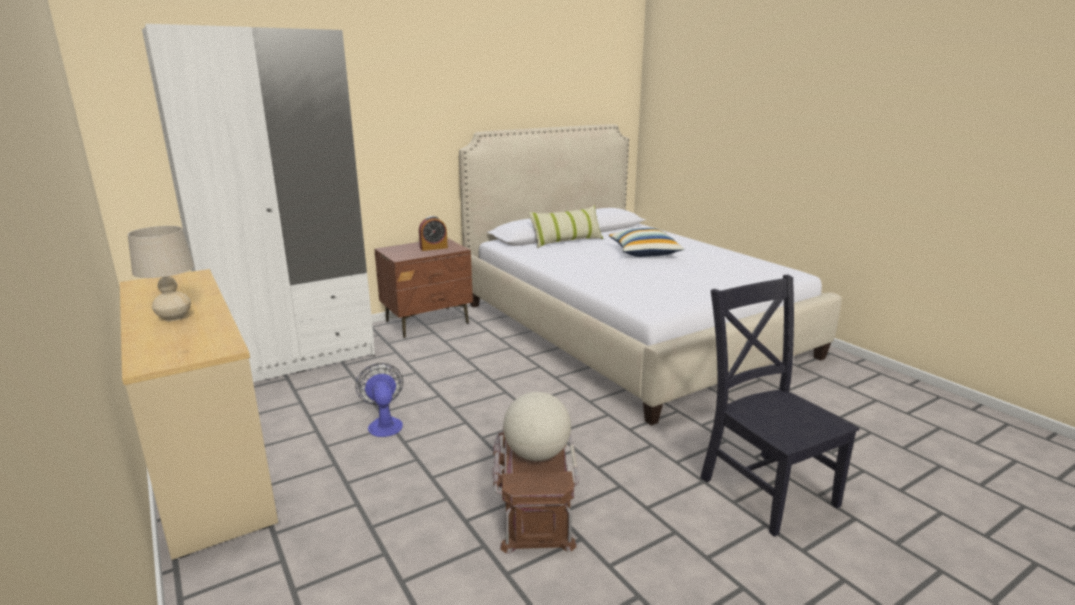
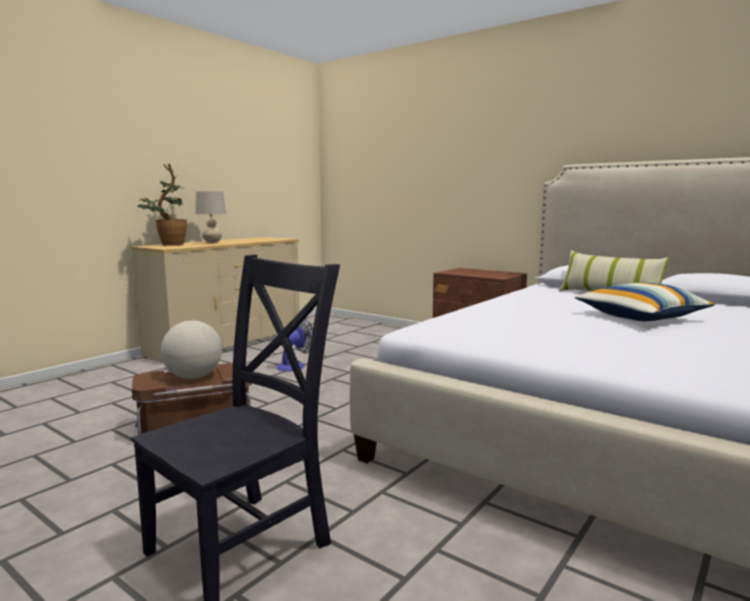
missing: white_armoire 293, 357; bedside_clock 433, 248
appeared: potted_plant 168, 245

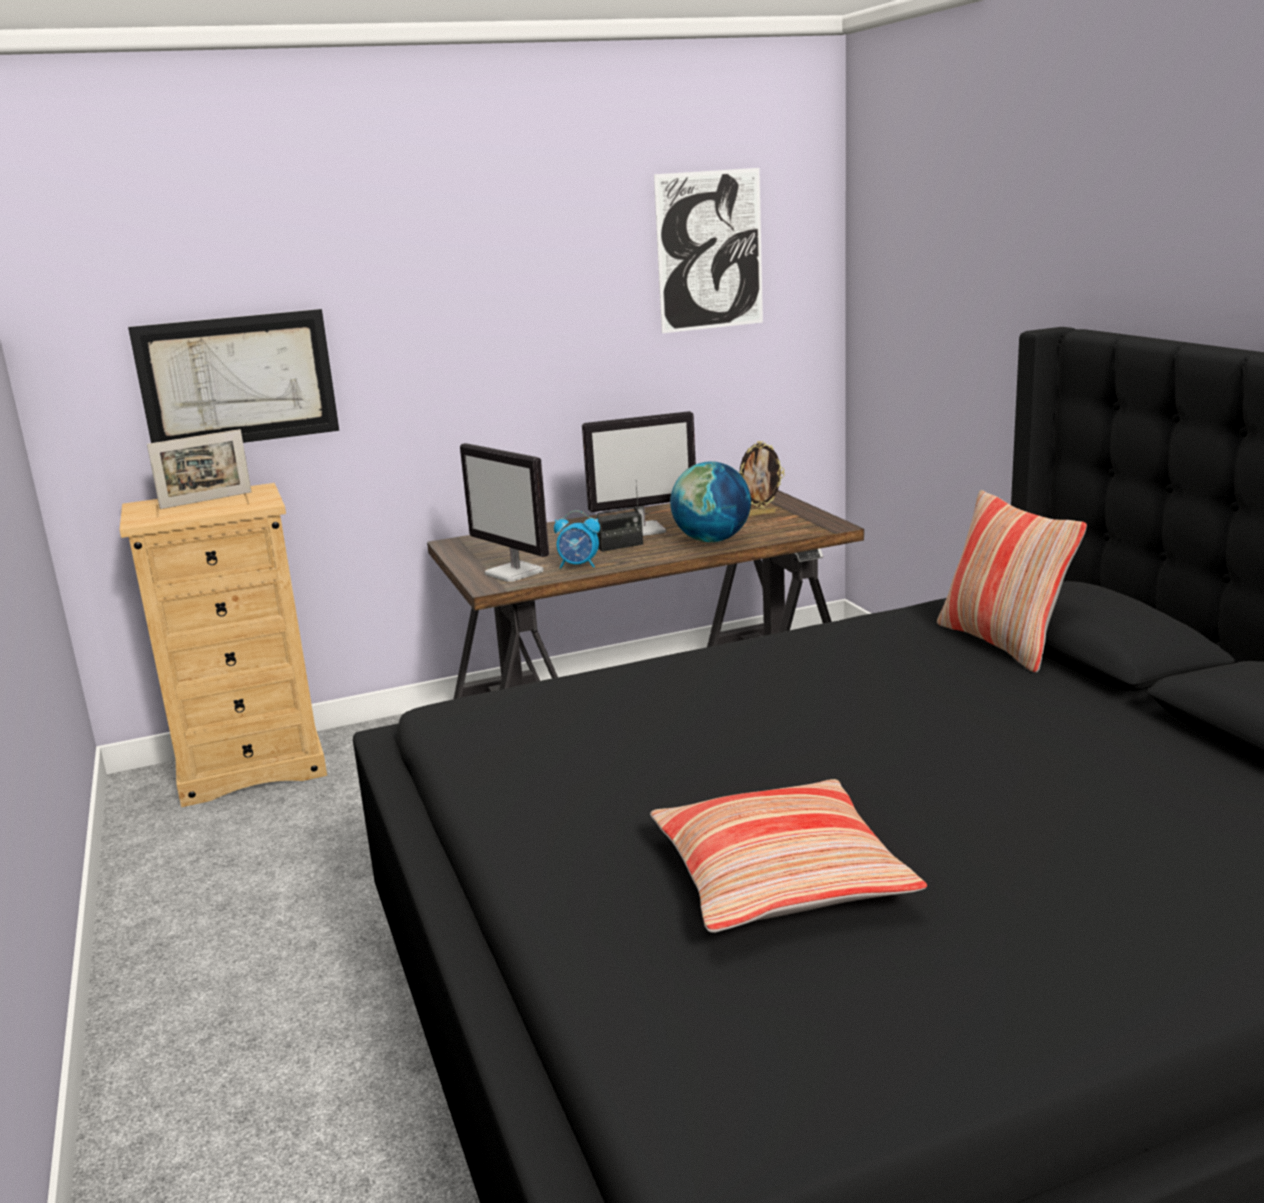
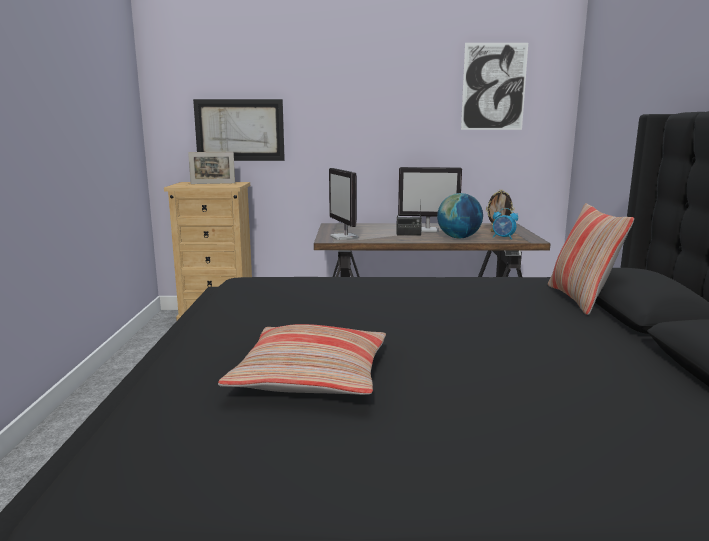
relocated: bedside_clock 579, 565 to 503, 238

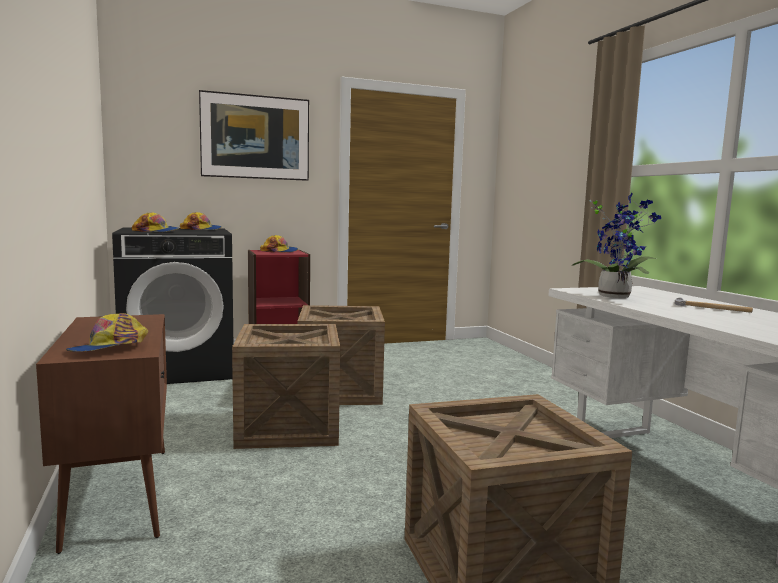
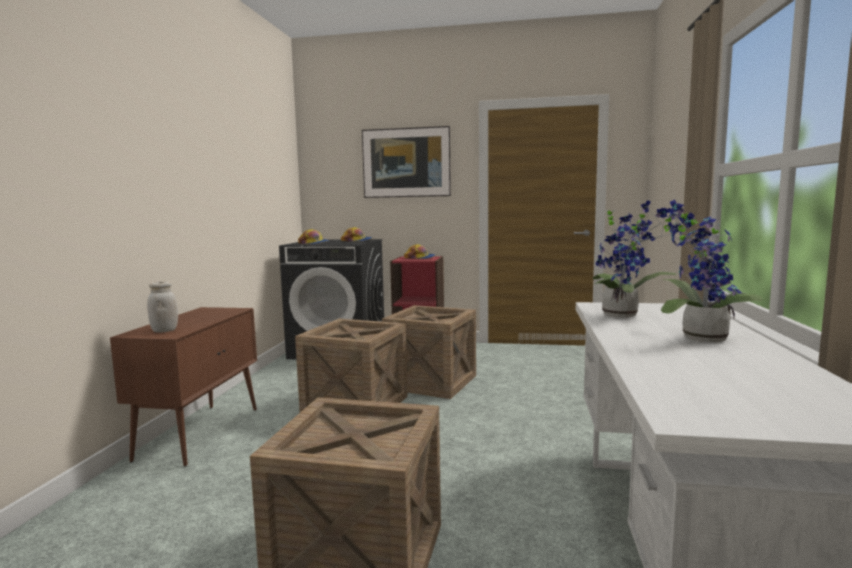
exchanged: cap 109, 348 to white_preserve_jar 164, 330; hand_hammer 711, 309 to potted_plant 698, 337

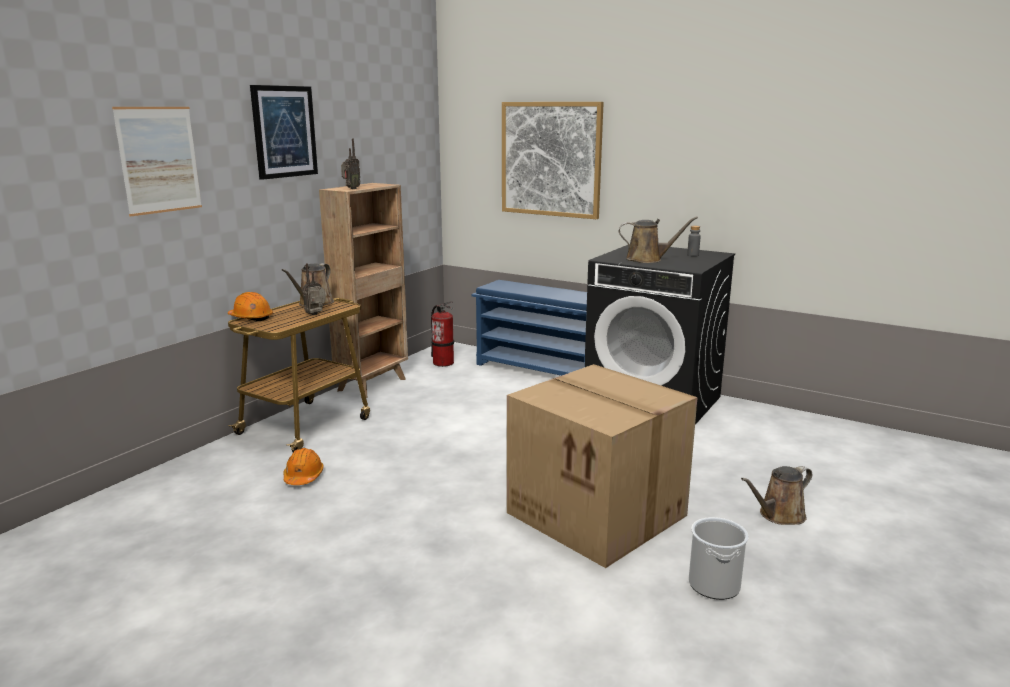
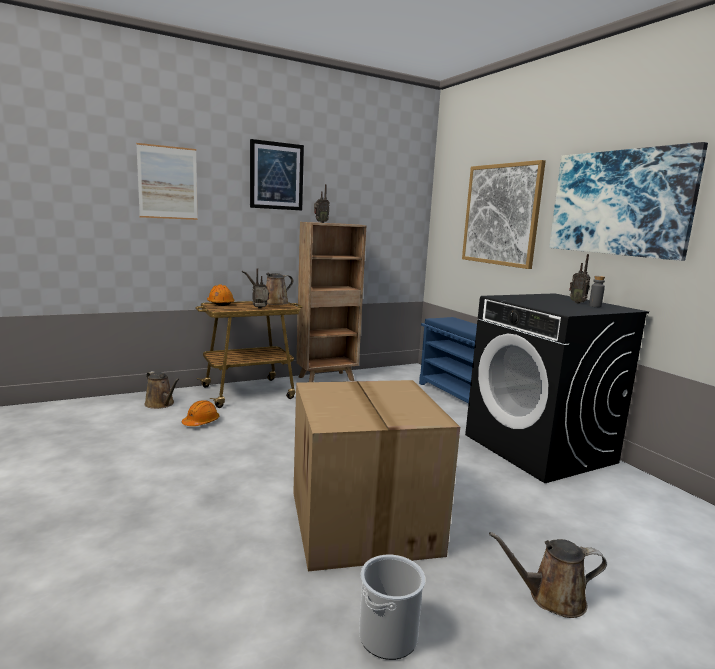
missing: fire-fighting_cylinder 443, 363
appeared: wall_picture 619, 203; radio 578, 302
relocated: brown-coloured_watering_pot 647, 259 to 161, 404

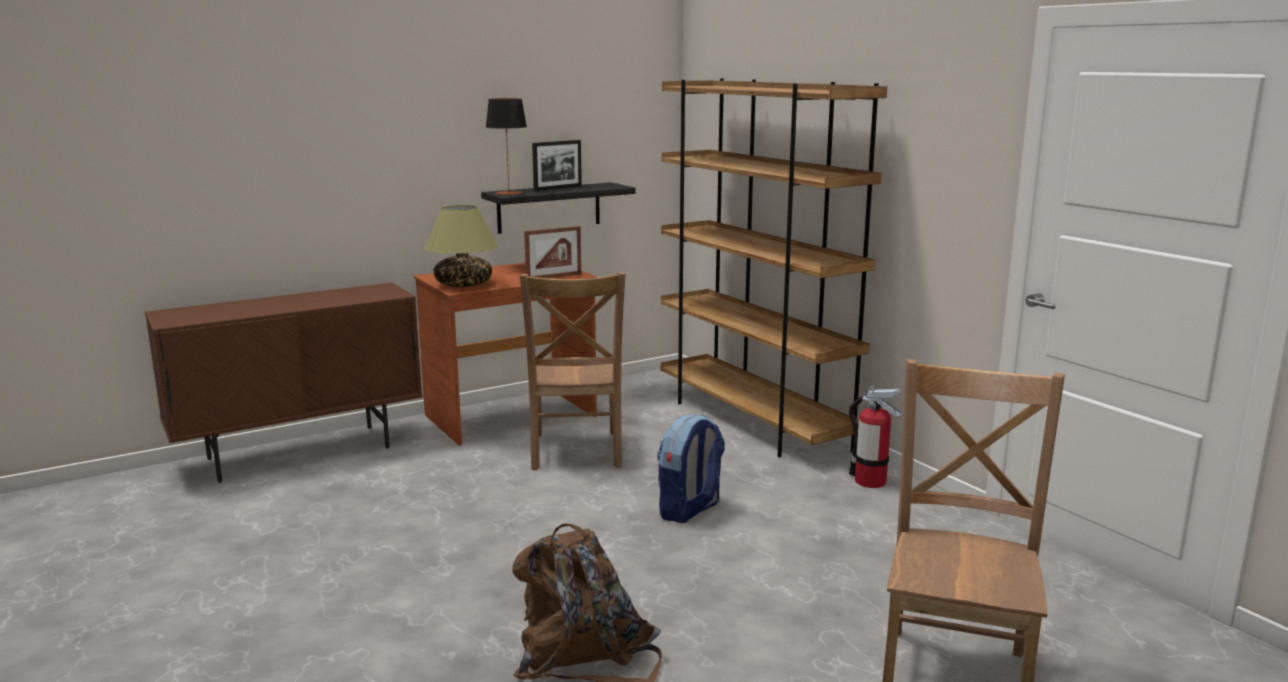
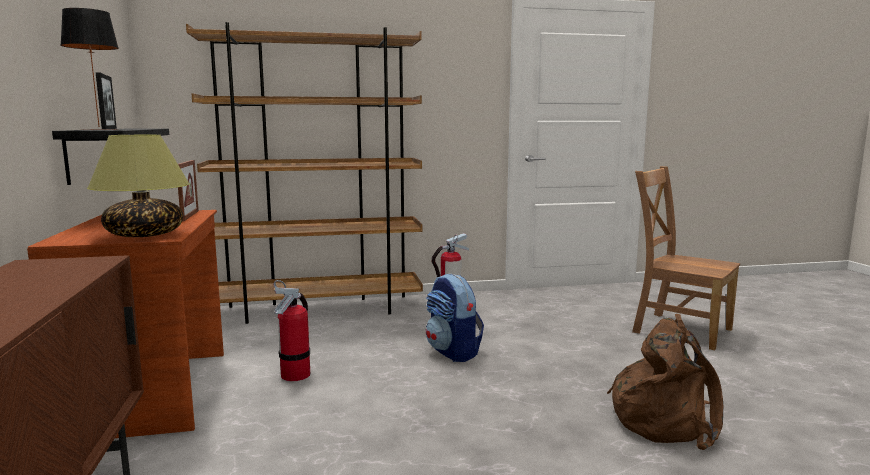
exchanged: brown-coloured_chair 575, 452 to fire-fighting_cylinder 295, 374

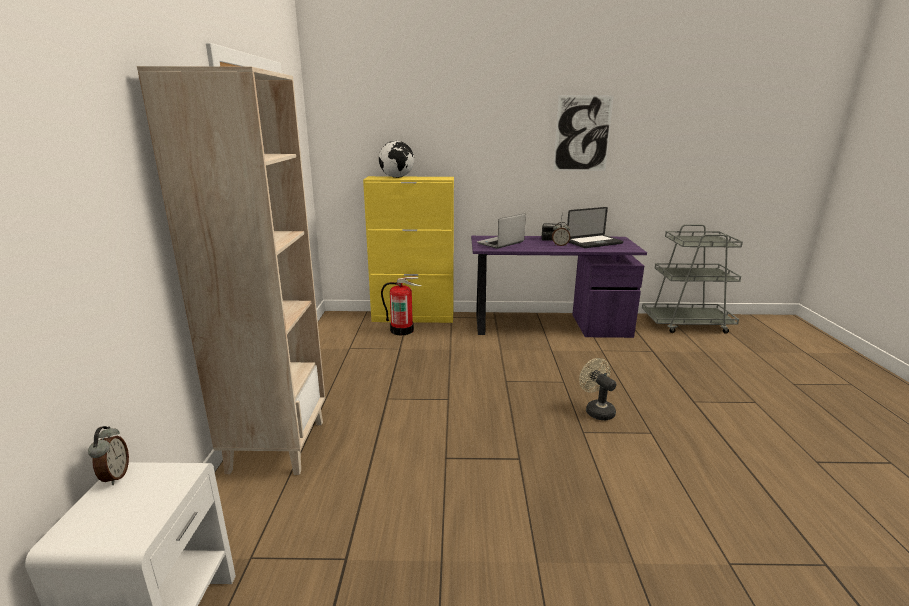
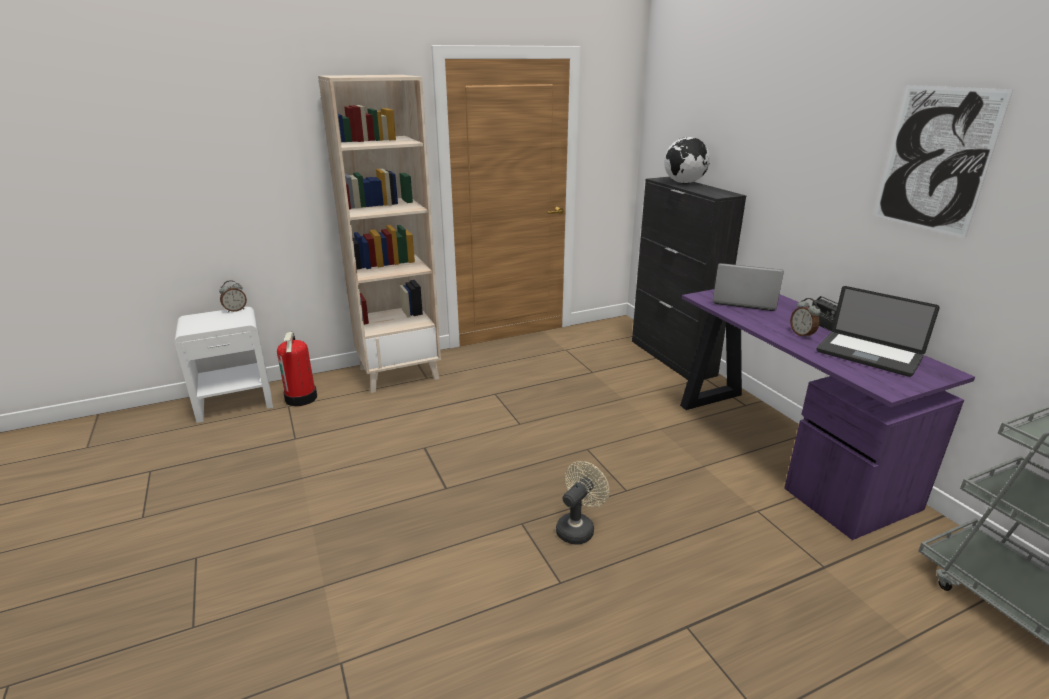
relocated: fire-fighting_cylinder 402, 330 to 301, 398
colour: yellow_cabinet 413, 317 to black-coloured_cabinet 672, 358

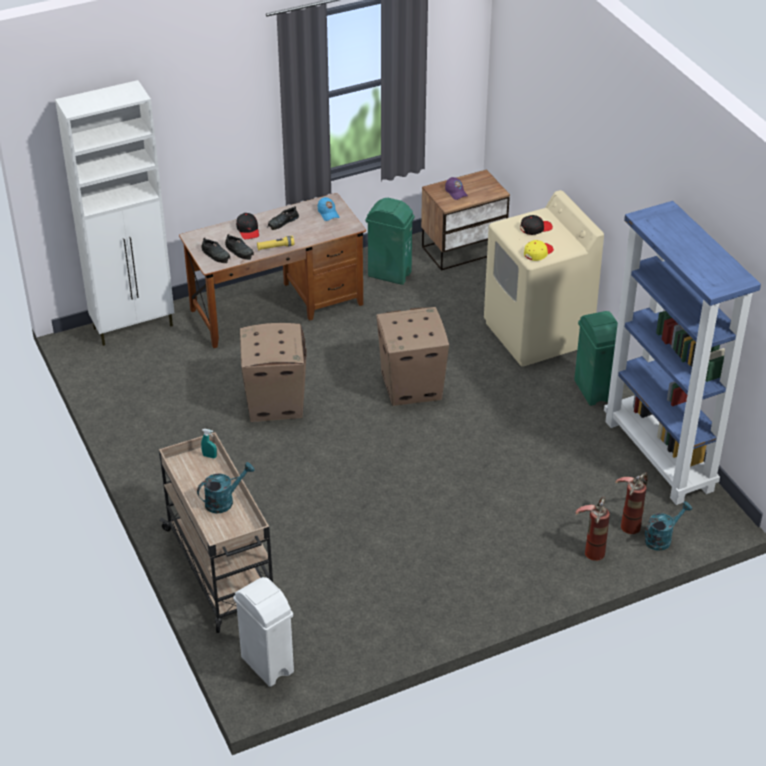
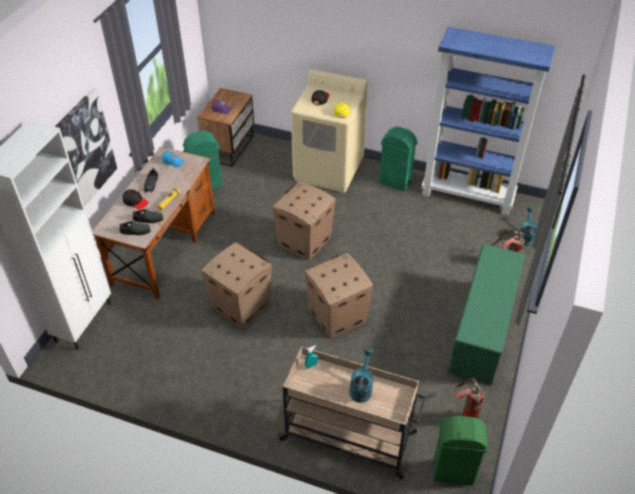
appeared: wall_picture 86, 148; carton 336, 317; green_shoe_rack 482, 332
relocated: fire-fighting_cylinder 630, 521 to 464, 414
colour: white_rubbish_bin 267, 665 to green_rubbish_bin 453, 473

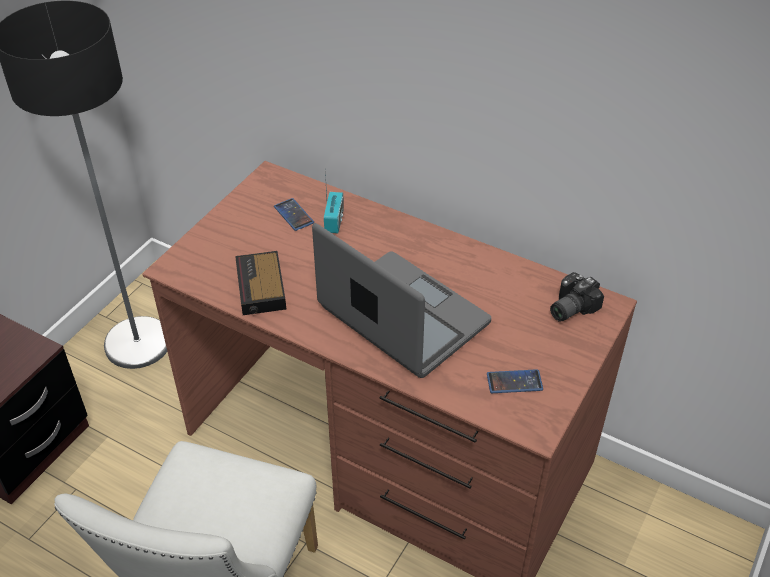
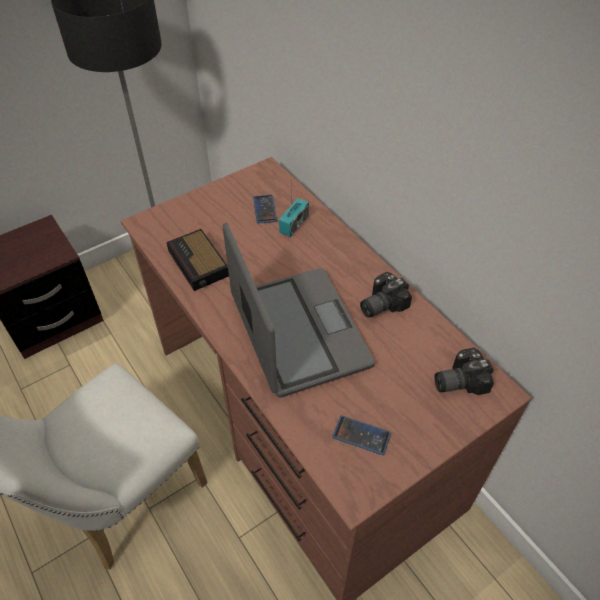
appeared: photo_camera 380, 304
spun: bedside_clock 261, 289 = 199, 264 45 degrees counterclockwise

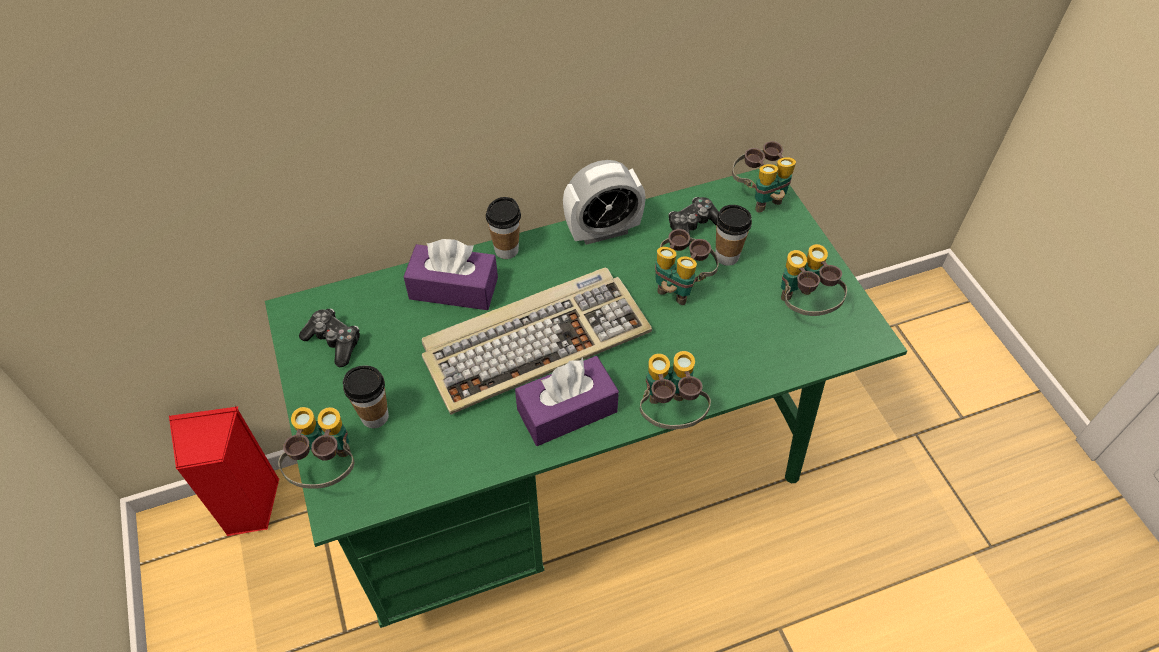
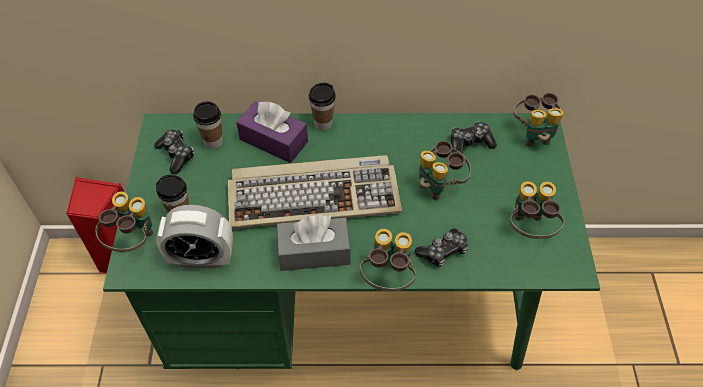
appeared: gamepad 443, 252
relocated: bedside_clock 603, 231 to 202, 259; cup 727, 256 to 213, 142
colour: purple-coloured_tissue_box 567, 411 to gray_tissue_box 314, 252

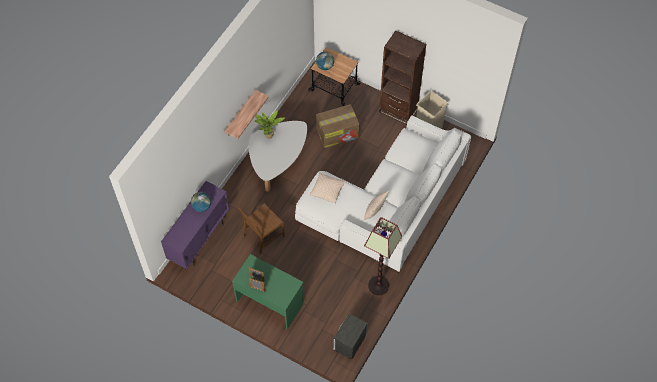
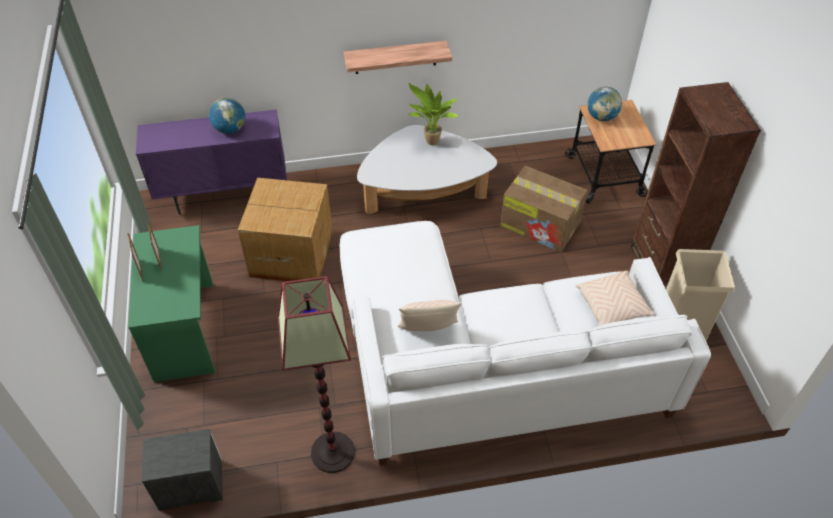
relocated: beige-coloured_throw_pillow 327, 190 to 612, 306
exchanged: brown-coloured_chair 263, 236 to carton 291, 253

